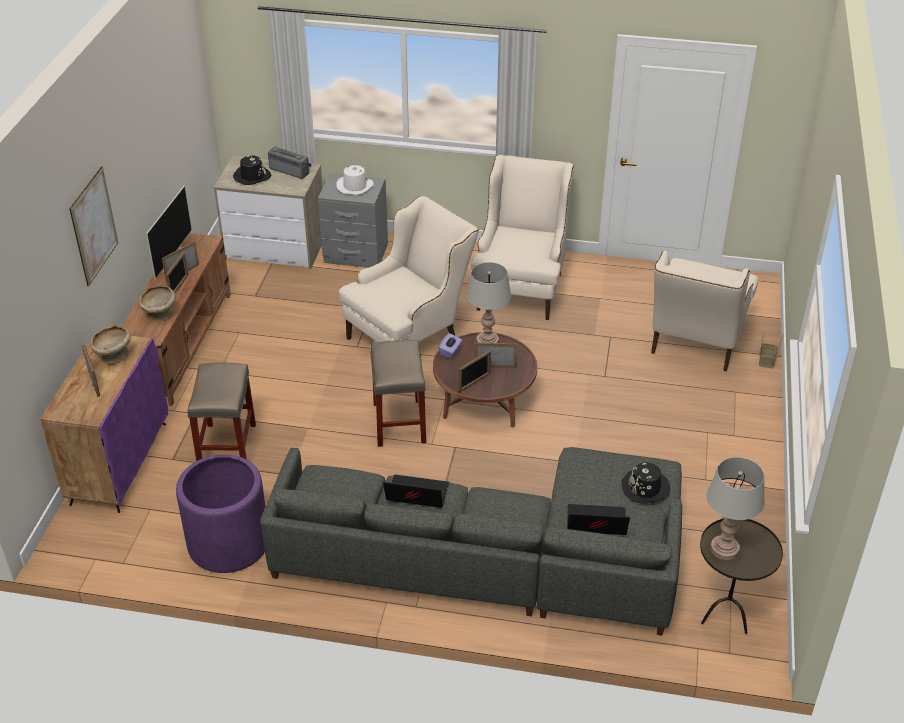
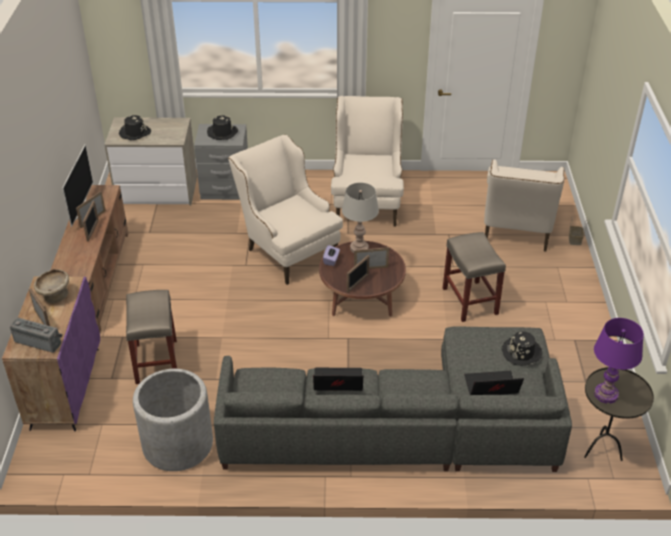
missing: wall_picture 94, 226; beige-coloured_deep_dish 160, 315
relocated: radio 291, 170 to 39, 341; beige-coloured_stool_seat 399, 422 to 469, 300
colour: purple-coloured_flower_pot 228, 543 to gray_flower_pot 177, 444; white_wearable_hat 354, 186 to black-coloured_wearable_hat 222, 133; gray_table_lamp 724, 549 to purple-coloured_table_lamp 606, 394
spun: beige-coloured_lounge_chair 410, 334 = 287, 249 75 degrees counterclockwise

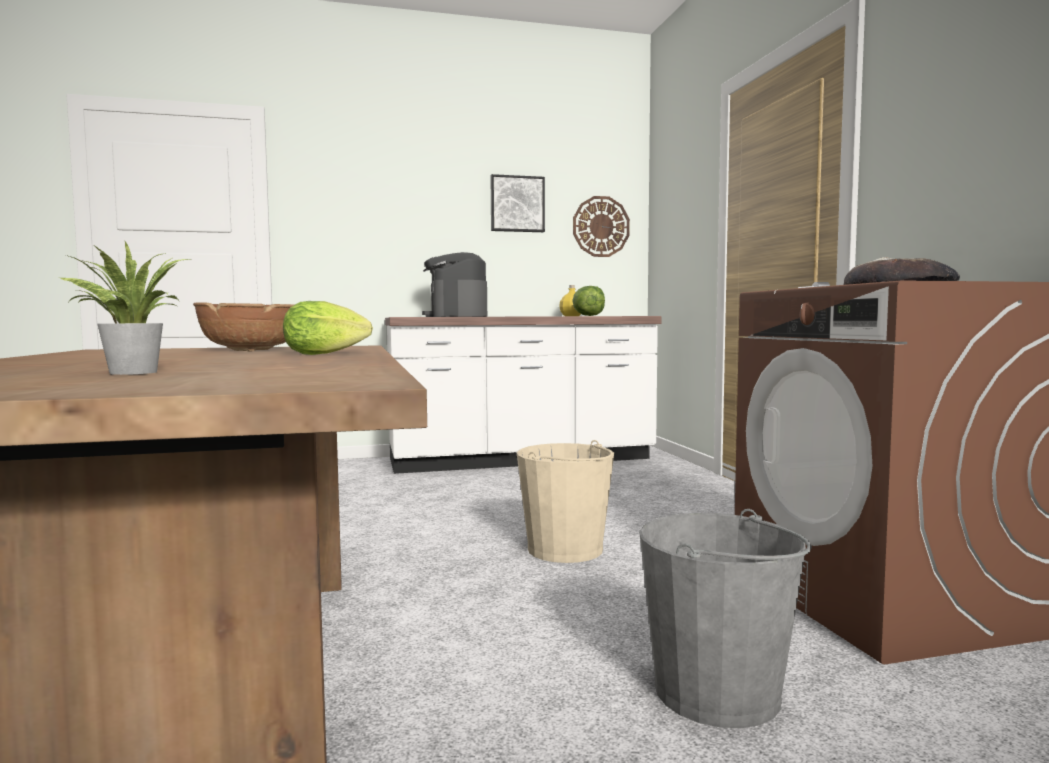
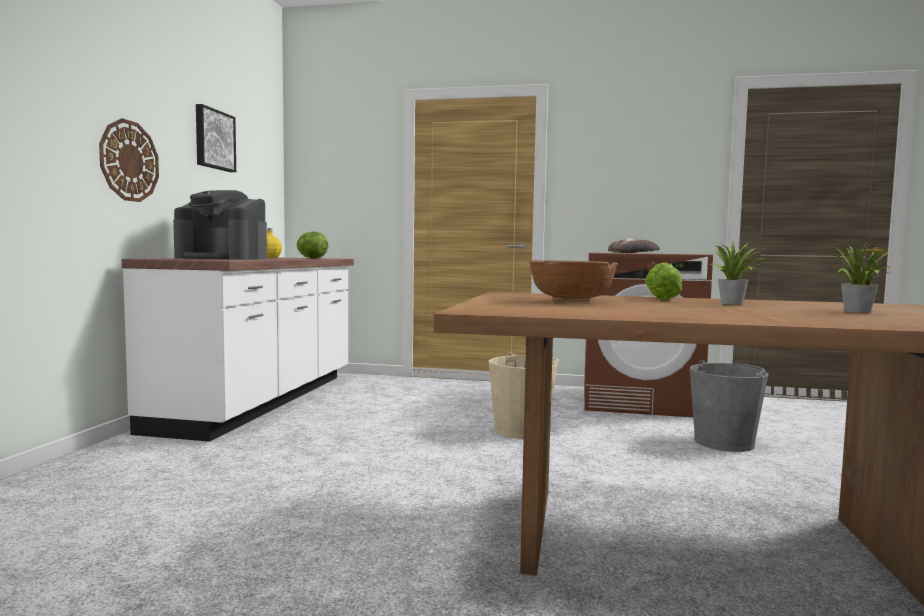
appeared: potted_plant 734, 303
relocated: wall_clock 601, 226 to 129, 161

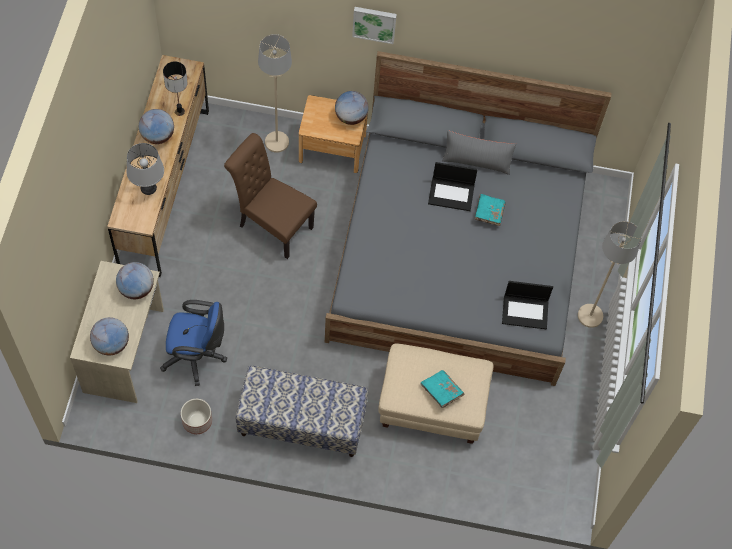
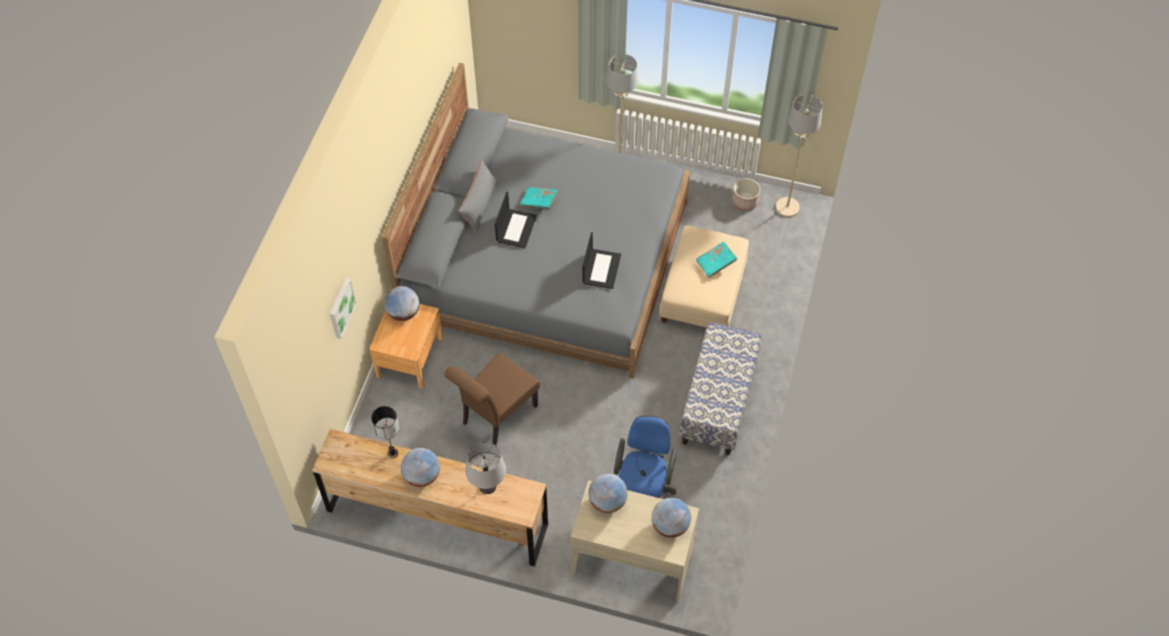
relocated: flower_pot 197, 420 to 744, 201; beige-coloured_standing_lamp 277, 142 to 787, 207; wall_picture 374, 23 to 340, 307; portable_computer 525, 311 to 601, 268

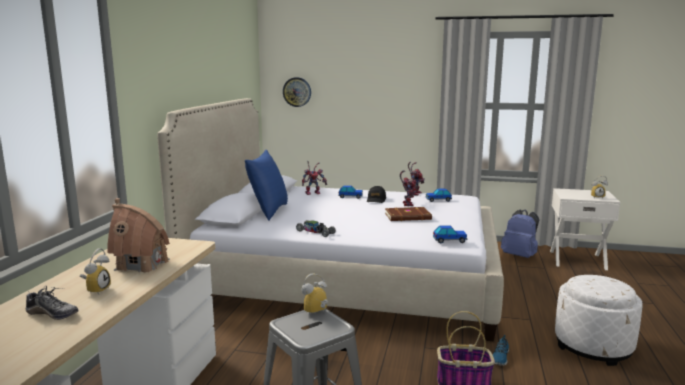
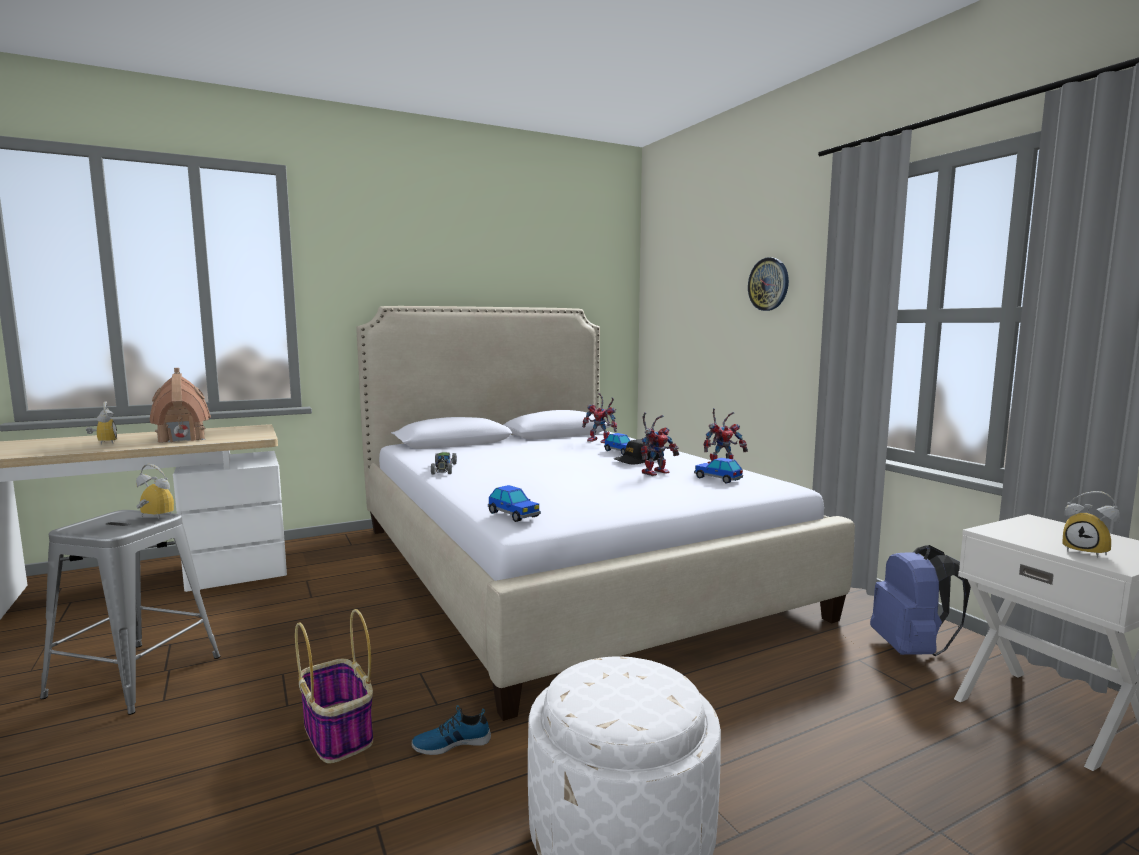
missing: low_shoe 52, 314; bluish_throw_pillow 268, 211; brown-coloured_book 408, 217
relocated: wall_clock 297, 92 to 769, 284
spun: bedside_clock 96, 290 = 103, 443 90 degrees counterclockwise

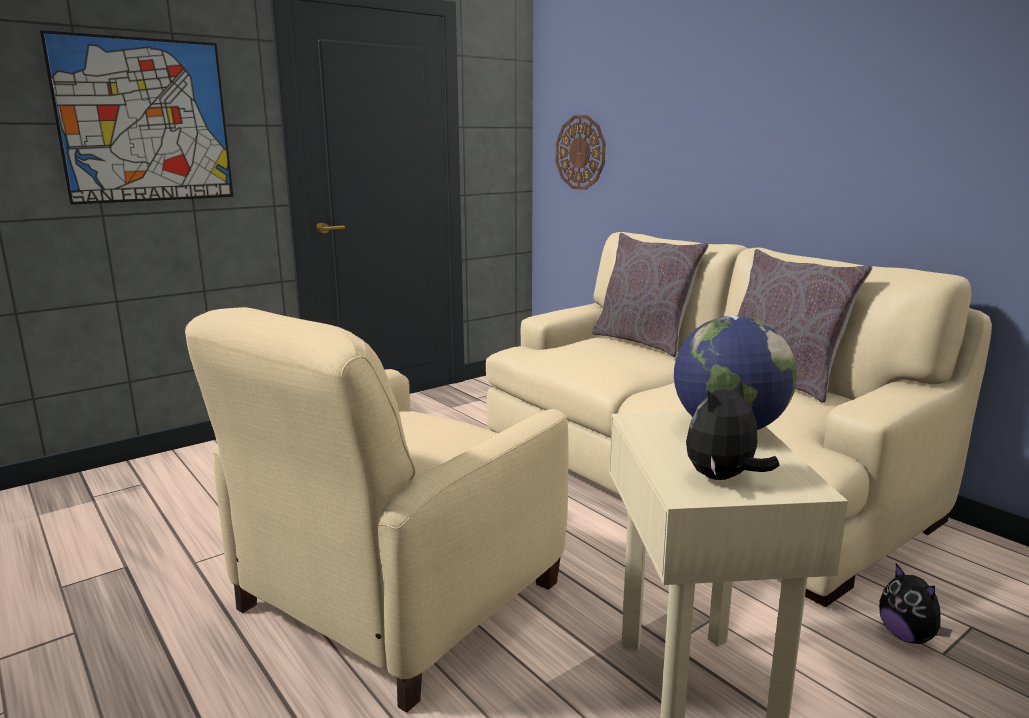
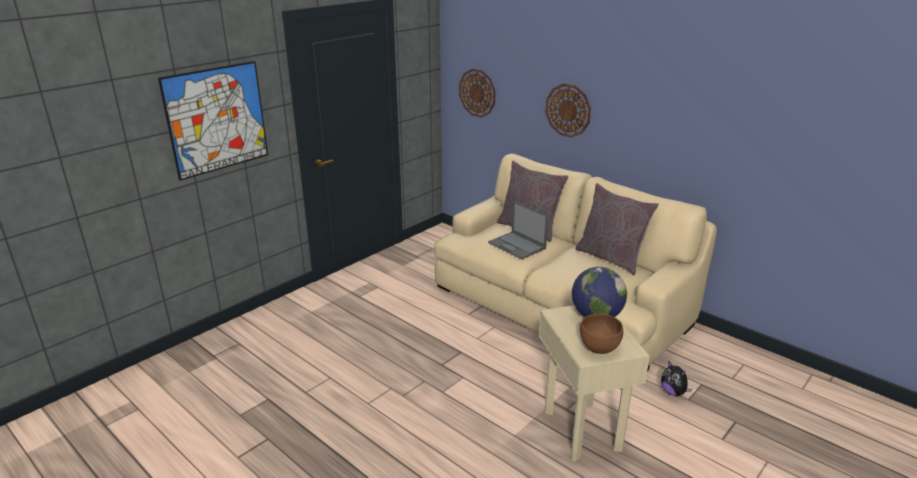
missing: beige-coloured_lounge_chair 397, 598
appeared: portable_computer 517, 246; wall_clock 568, 110
exchanged: plush_toy 723, 478 to brown-coloured_deep_dish 599, 348

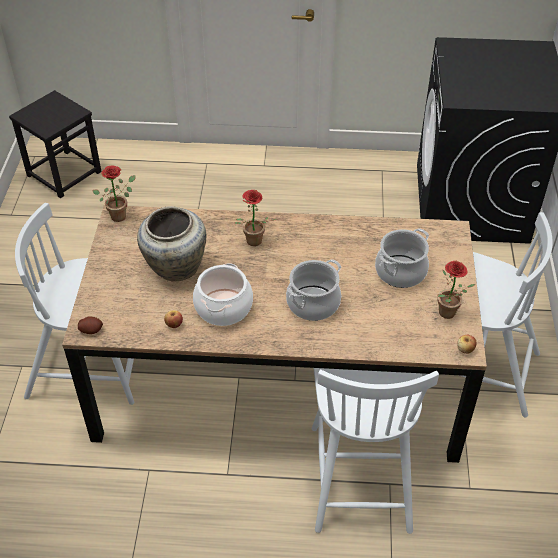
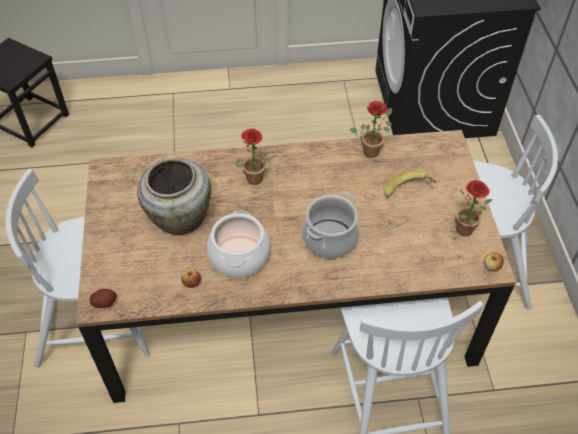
relocated: potted_plant 120, 214 to 372, 149
exchanged: stockpot 400, 272 to banana_fruit 409, 192

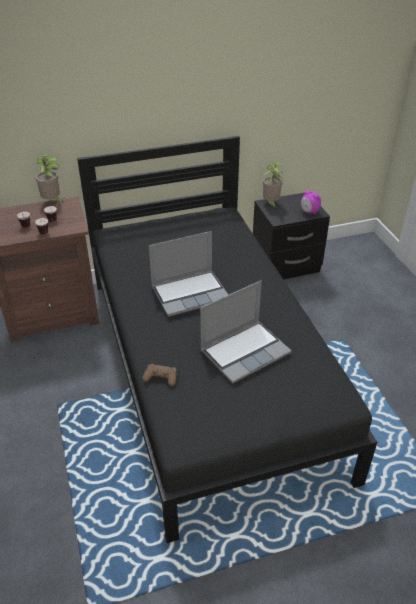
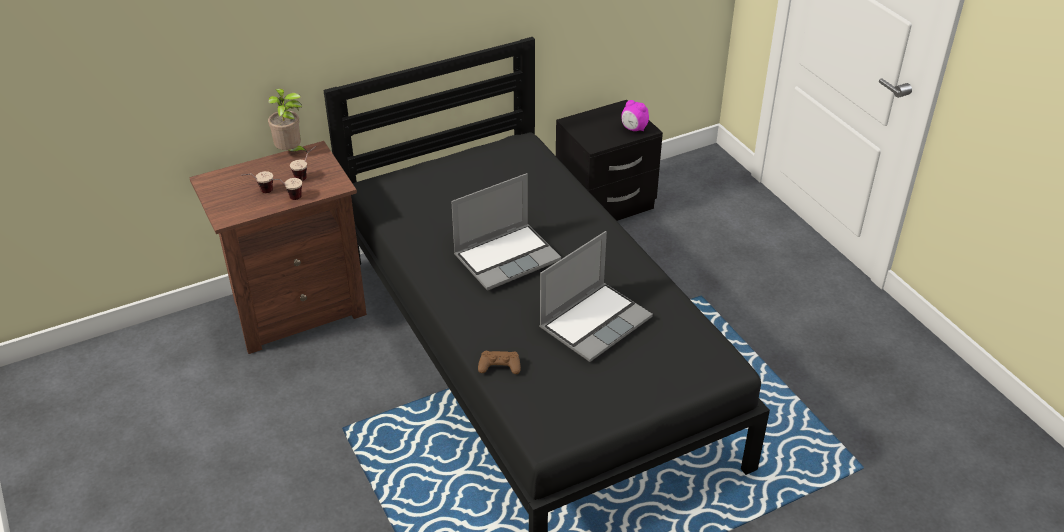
missing: potted_plant 271, 204

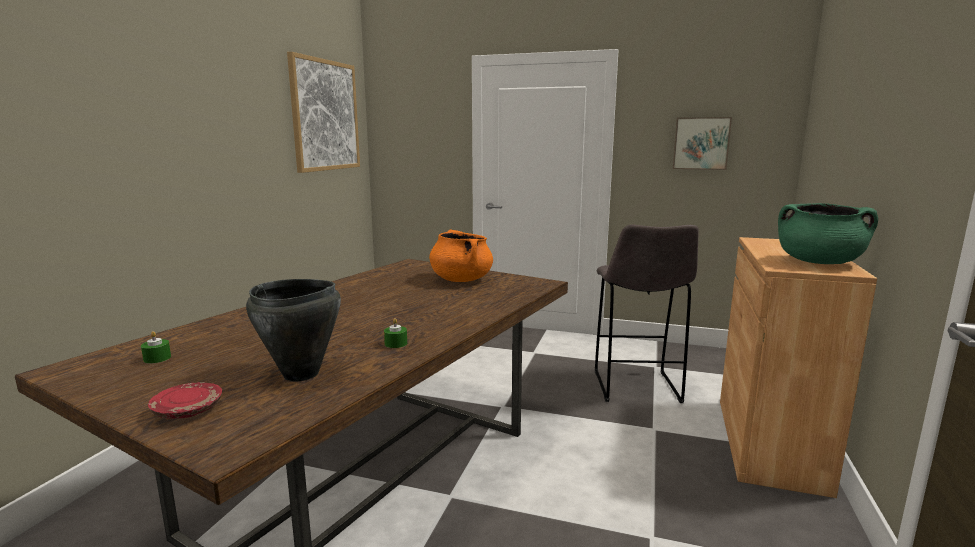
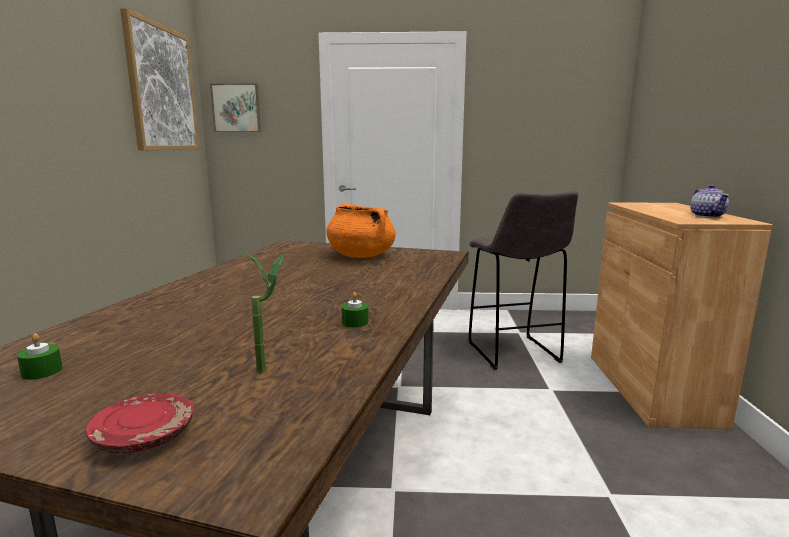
relocated: wall_picture 701, 143 to 236, 108
exchanged: black-coloured_stockpot 301, 374 to potted_plant 271, 369; green_stockpot 819, 262 to pot_for_tea 707, 216

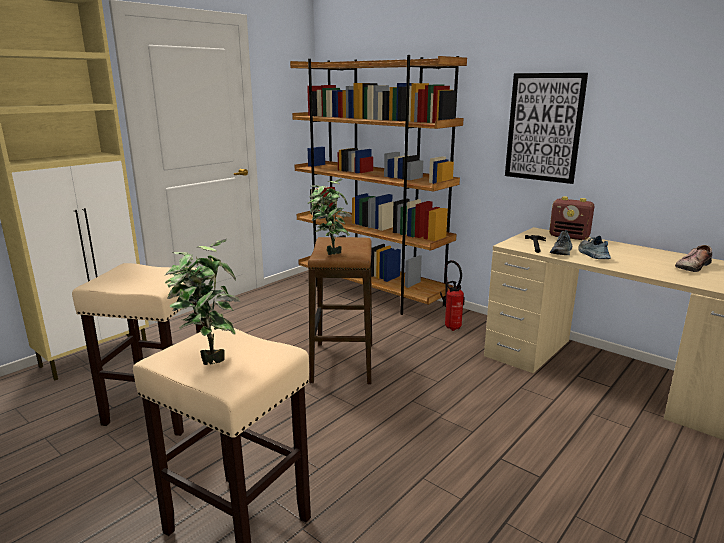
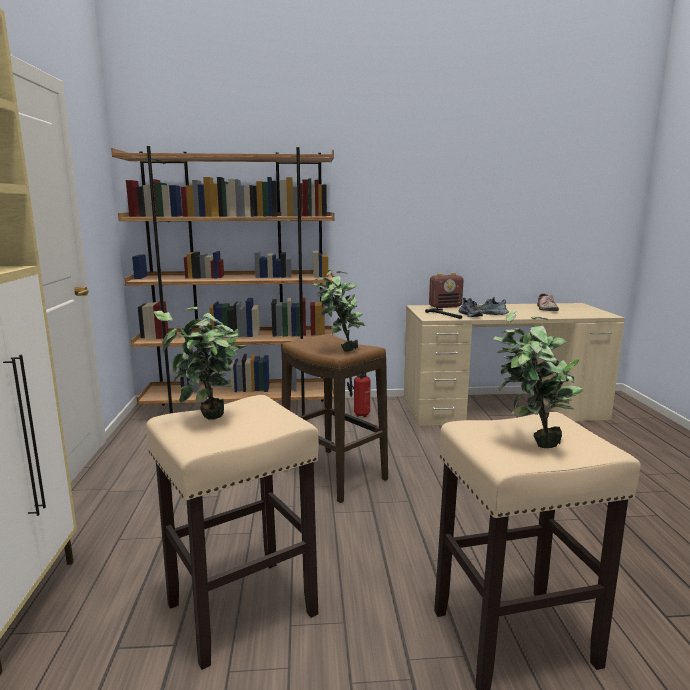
missing: wall_picture 544, 127
appeared: potted_plant 208, 422

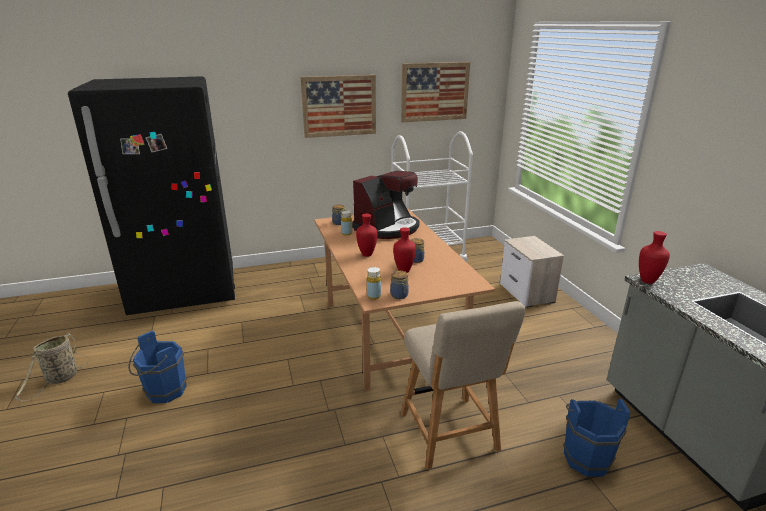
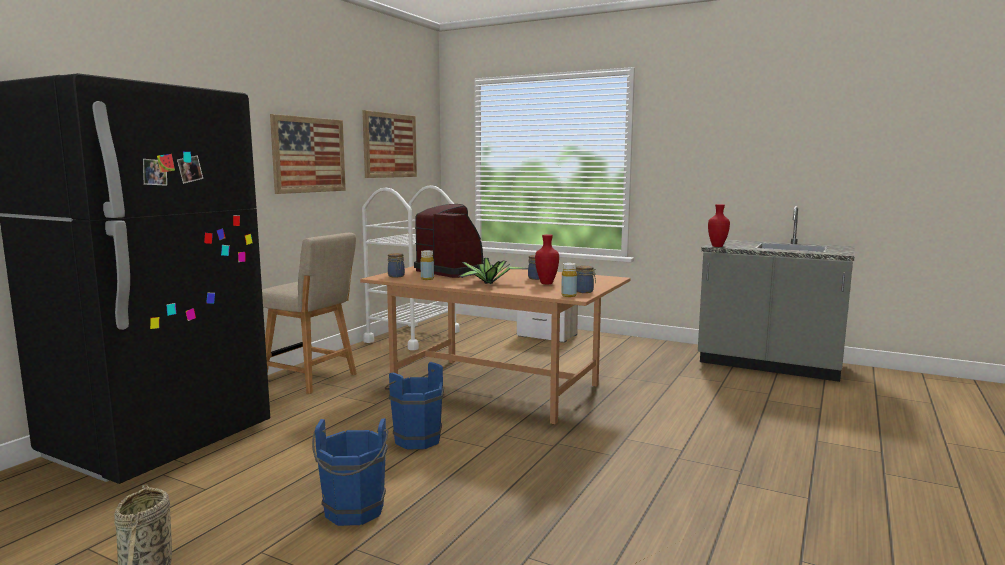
relocated: beige-coloured_chair 450, 435 to 312, 379; bluish_pail 585, 456 to 415, 438
exchanged: reddish_decorative_vase 367, 254 to potted_plant 489, 283
spun: coffee_maker 387, 228 = 454, 271 45 degrees counterclockwise

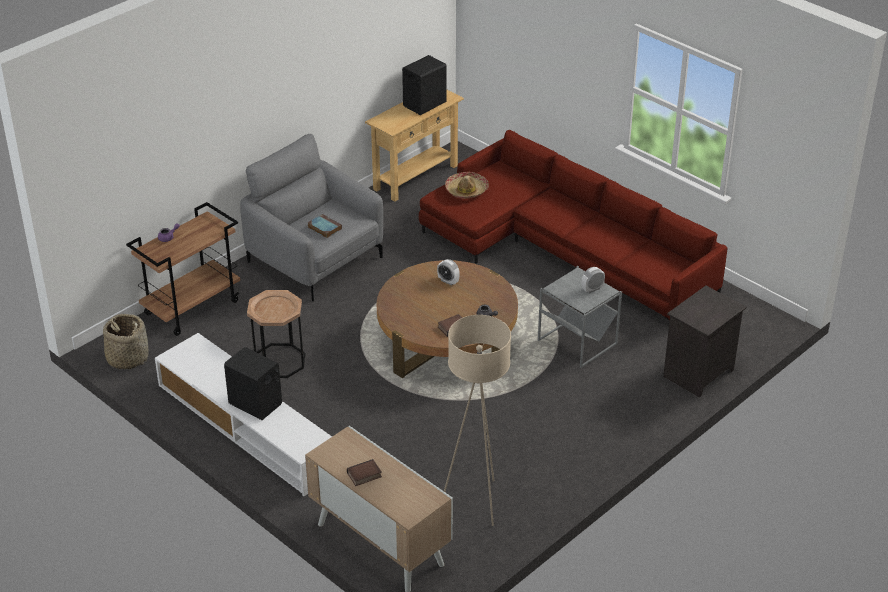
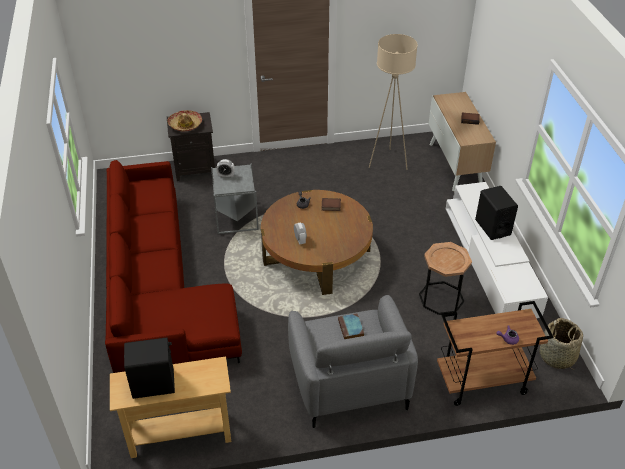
relocated: wearable_hat 466, 190 to 185, 125

